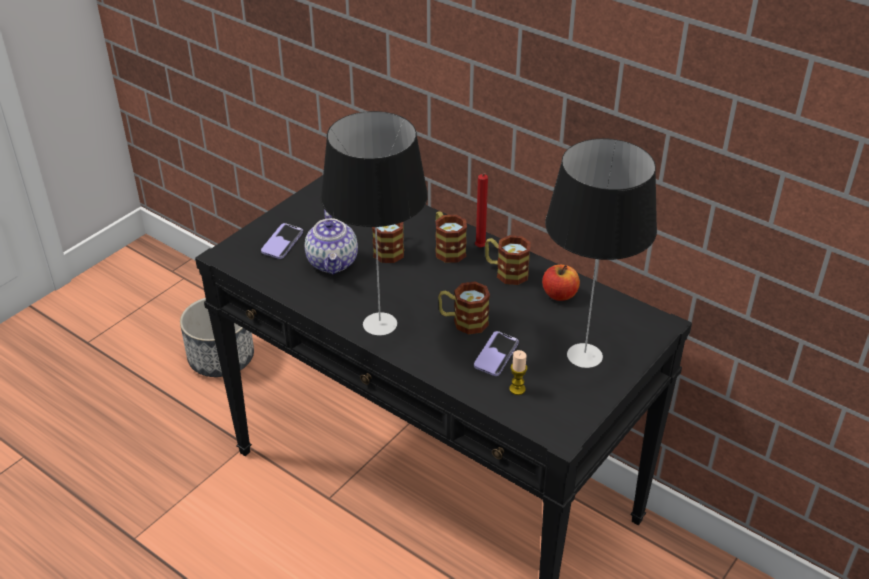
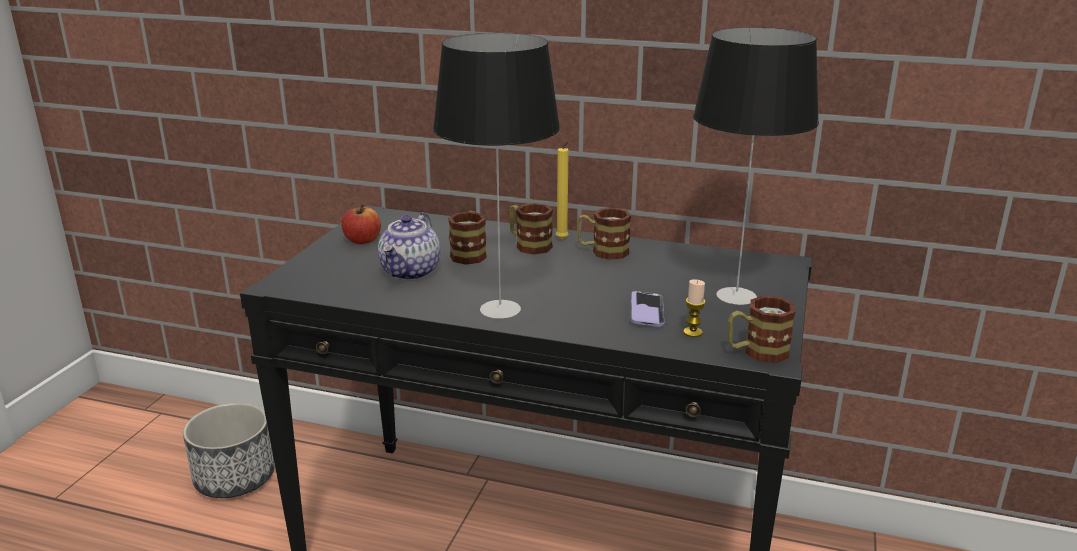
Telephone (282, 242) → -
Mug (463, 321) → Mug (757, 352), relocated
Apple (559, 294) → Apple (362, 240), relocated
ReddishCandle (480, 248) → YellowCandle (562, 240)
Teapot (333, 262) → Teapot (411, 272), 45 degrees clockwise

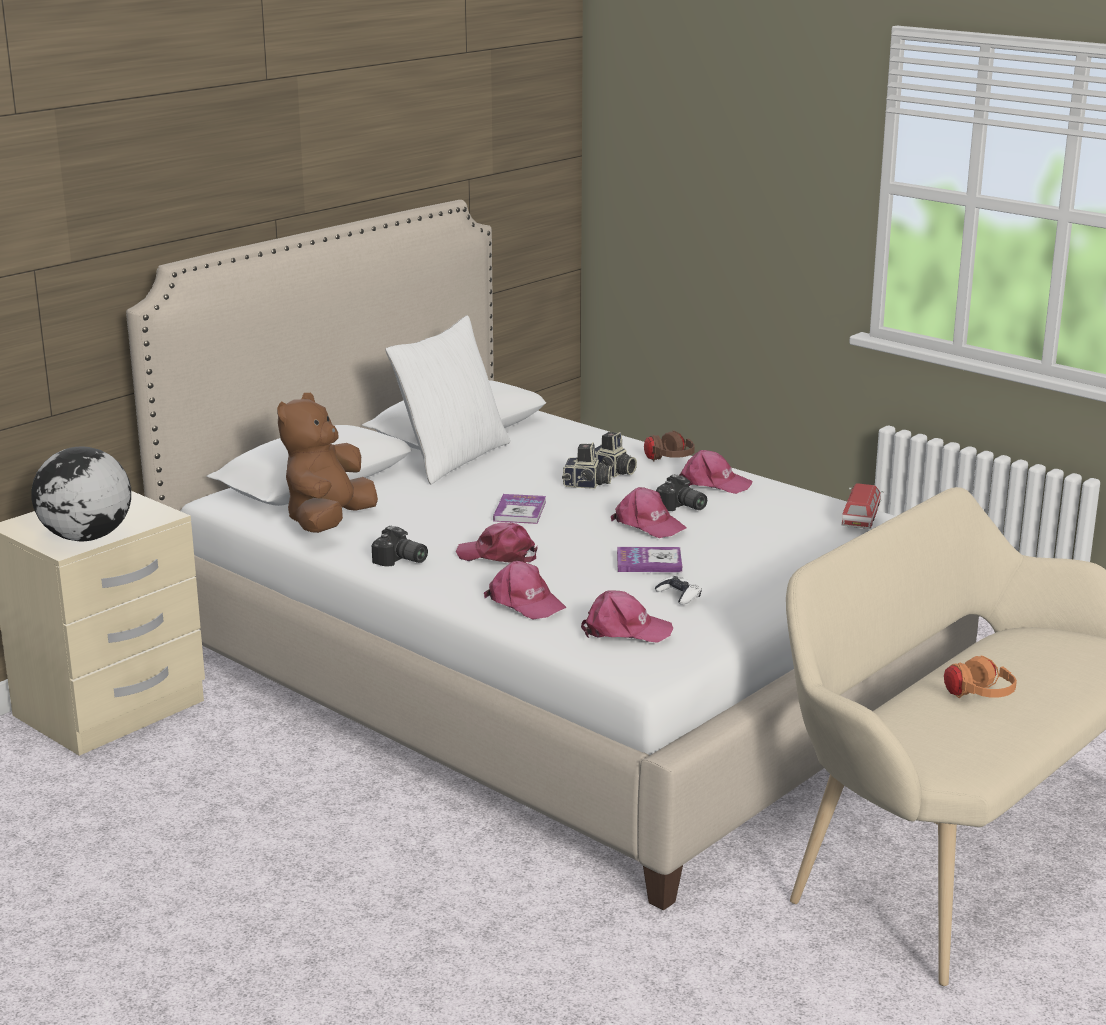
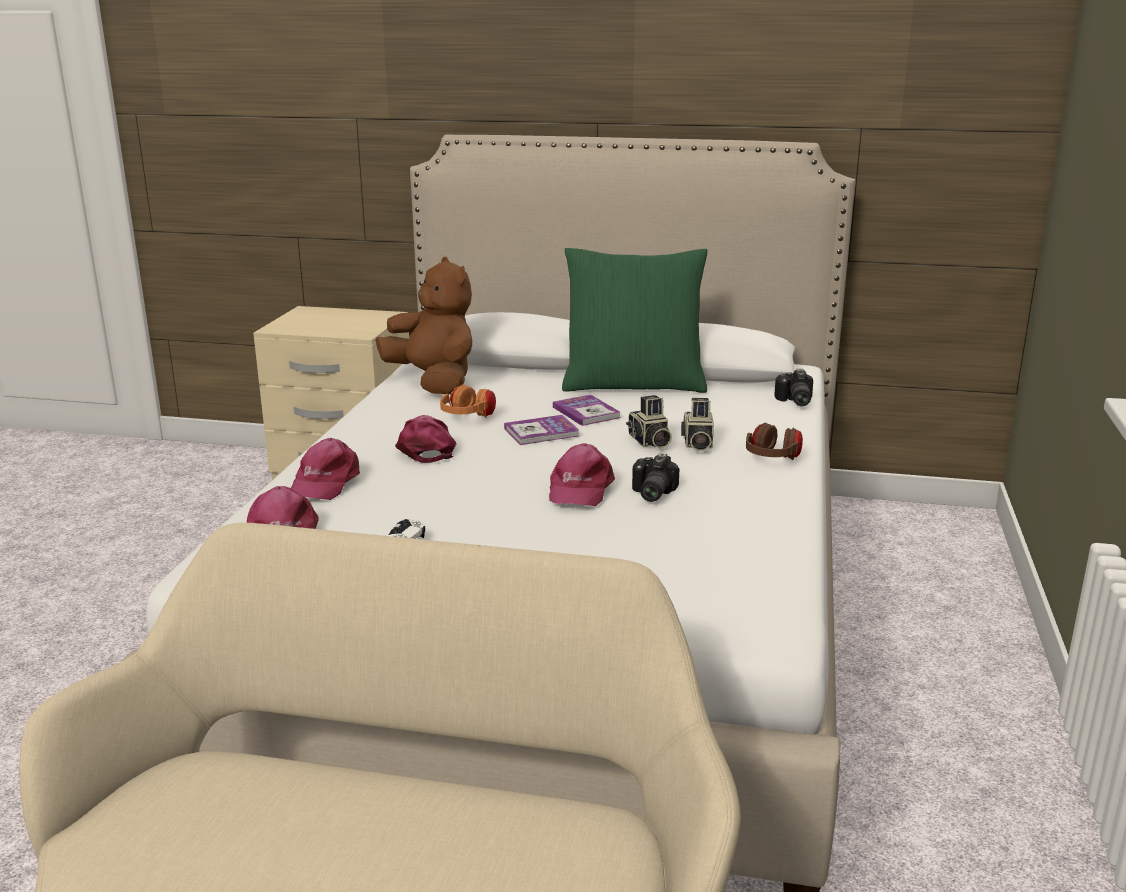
DeskGlobe (85, 538) → -
PinkishPeakedCap (713, 483) → -
MiniatureCar (861, 518) → -
PhotoCamera (400, 561) → PhotoCamera (794, 401), relocated
Volume (649, 562) → Volume (586, 412), relocated
OrangeColouredPairOfHeadphones (979, 697) → OrangeColouredPairOfHeadphones (467, 418), relocated
WhitishThrowPillow (452, 459) → GreenishThrowPillow (633, 384)
BrownCuddlyToy (328, 523) → BrownCuddlyToy (434, 382), 60 degrees clockwise

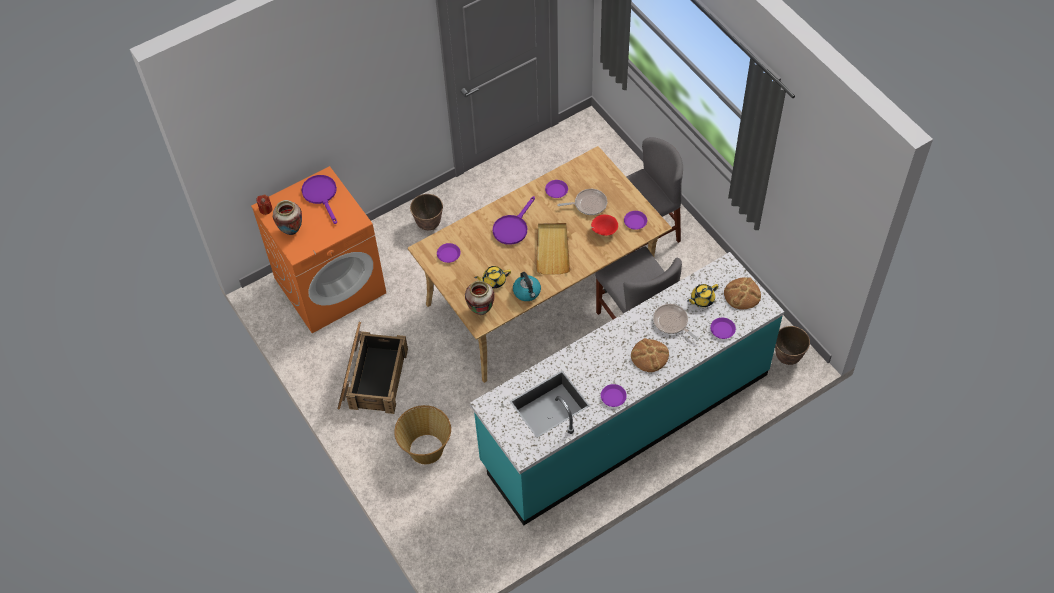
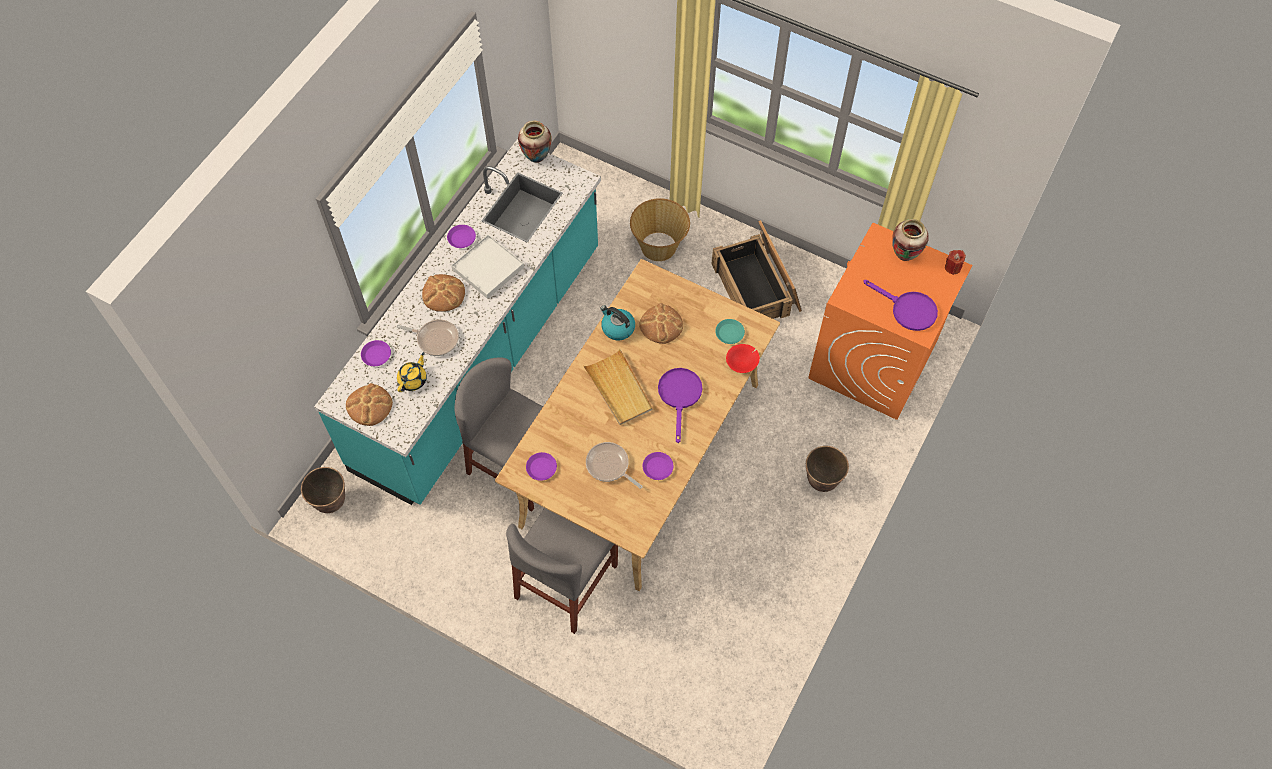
- → WhitishServingTray (488, 268)
Vase (481, 311) → Vase (536, 159), relocated
ReddishServingBowl (604, 230) → ReddishServingBowl (742, 364), relocated
YellowTeapot (493, 281) → BakeryBread (661, 325)
PurpleDinnerPlate (448, 254) → TurquoiseColouredDinnerPlate (730, 333)
Skillet (588, 204) → Skillet (609, 466), 75 degrees clockwise

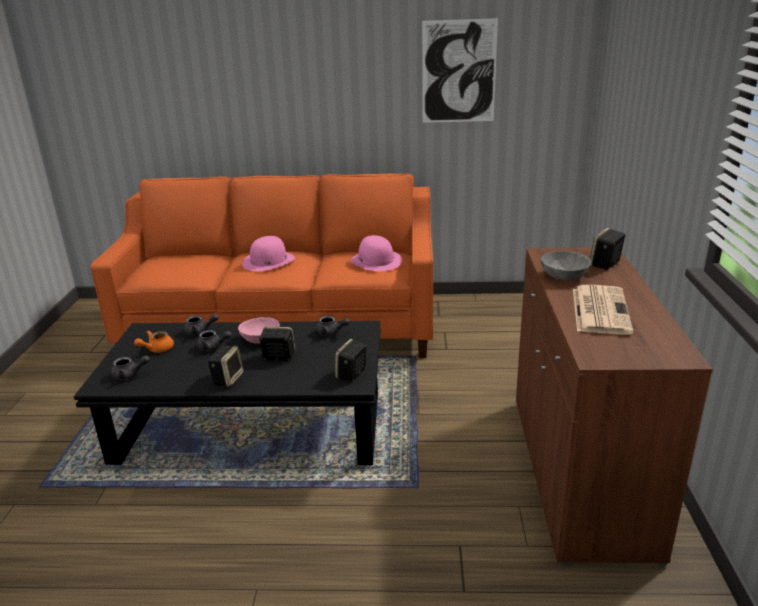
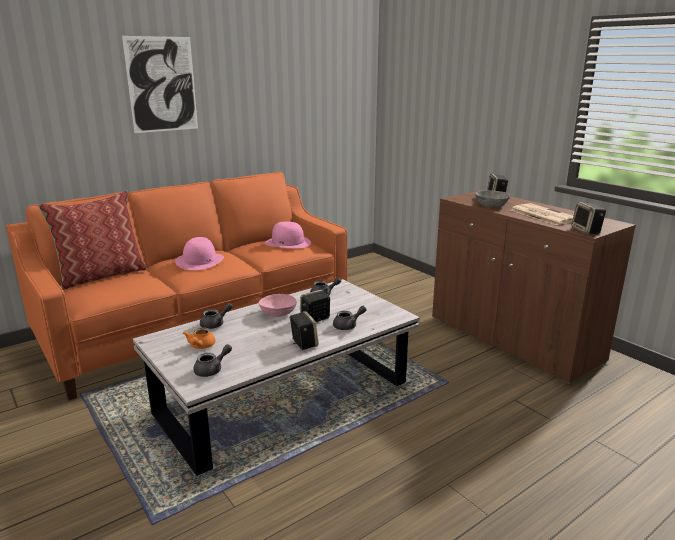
- → ThrowPillow (101, 276)
GreyishTeapot (213, 347) → GreyishTeapot (348, 326), relocated
AudioSpeaker (351, 374) → AudioSpeaker (586, 231), relocated
Picture (458, 72) → Picture (162, 84), relocated
BlackishCoffeeTable (251, 429) → WhitishCoffeeTable (285, 399)

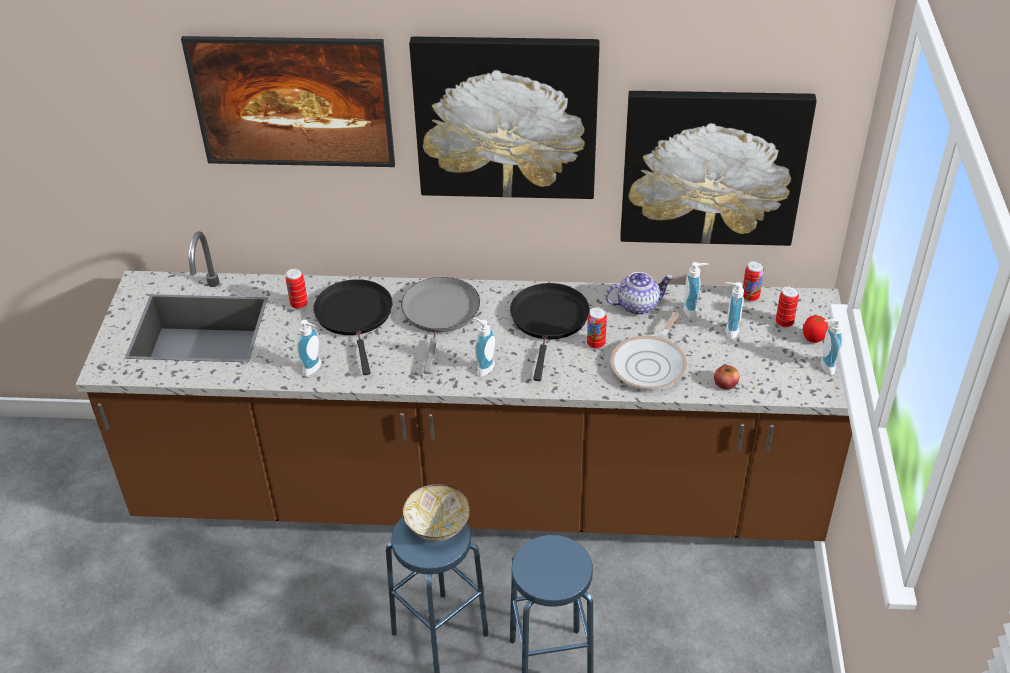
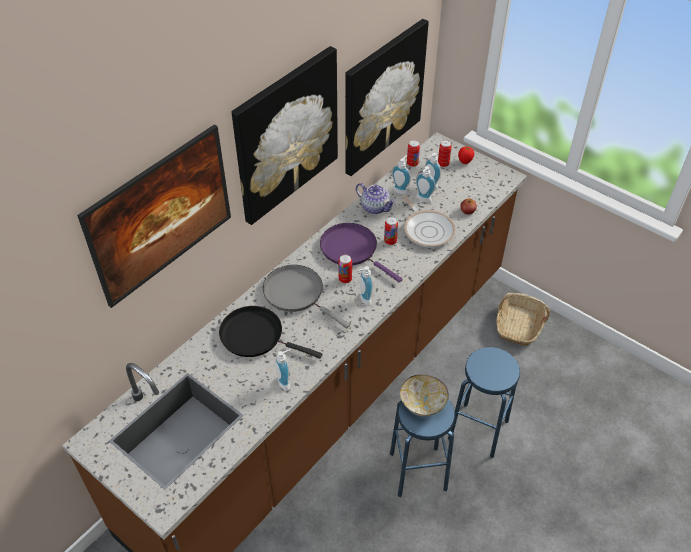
- → HouseholdBasket (518, 325)
SealedCan (299, 304) → SealedCan (345, 279), relocated
SoapBottle (824, 366) → SoapBottle (422, 200), relocated
BlackishSkillet (549, 320) → PurpleSkillet (352, 249)
Teapot (638, 305) → Teapot (375, 207), 105 degrees clockwise

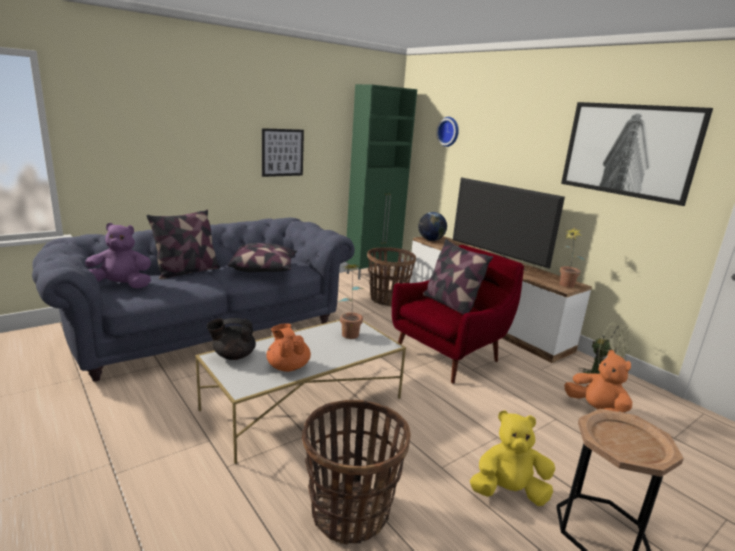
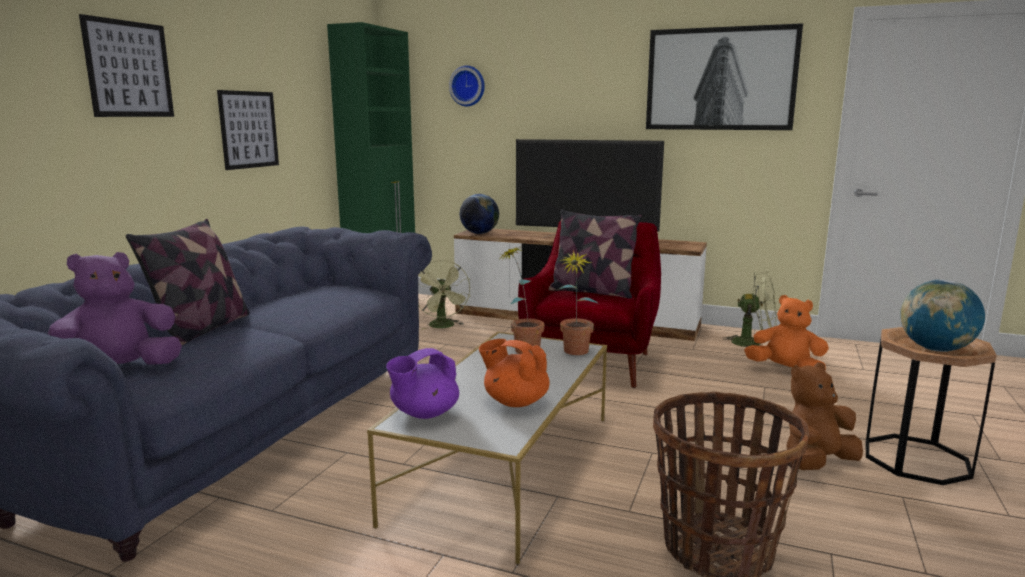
ThrowPillow (264, 269) → -
- → Picture (129, 69)
- → DeskGlobe (935, 349)
Houseplant (564, 286) → Houseplant (574, 353), relocated
HouseholdBasket (387, 299) → GreenishElectricFan (443, 326)
BlackishTeapot (233, 356) → PurpleTeapot (424, 413)
YellowCuddlyToy (508, 492) → BrownCuddlyToy (817, 462)

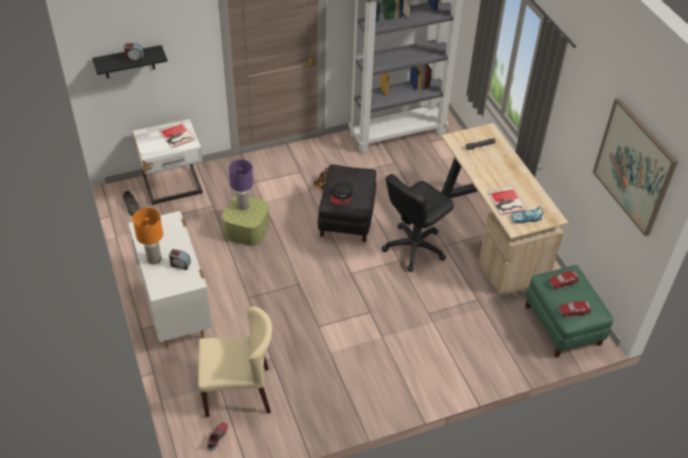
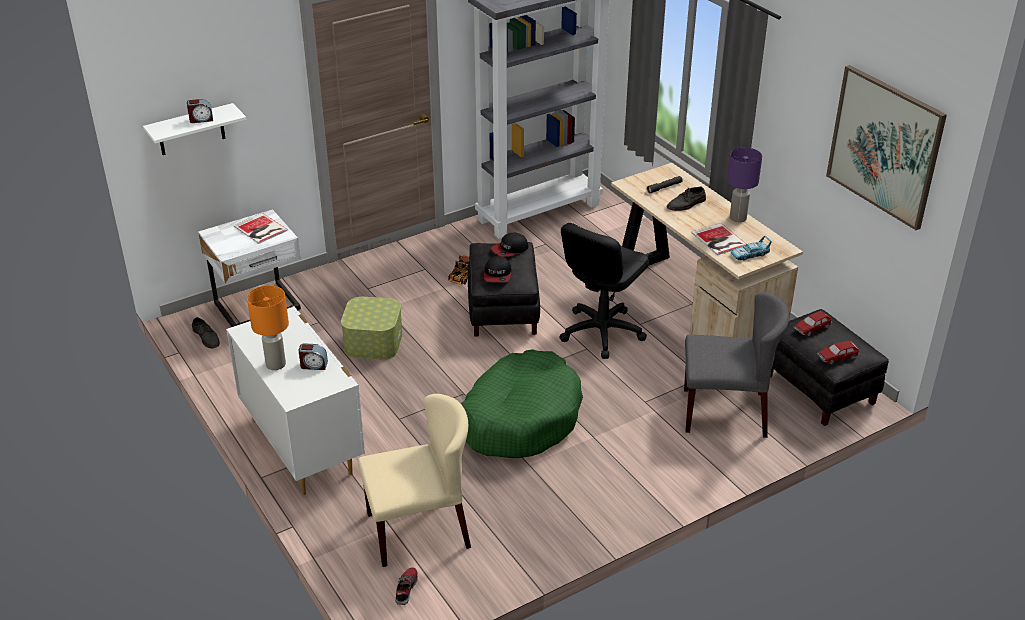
- → GreenishDogCushion (520, 418)
- → PeakedCap (510, 249)
- → GreyishItemOfFootwear (686, 204)
- → GreyishPlainChair (725, 412)
PurpleLampForATable (243, 206) → PurpleLampForATable (738, 218), relocated
BlackishShelf (129, 62) → WhitishShelf (191, 130)
GreenishOttoman (563, 325) → BlackishOttoman (820, 389)

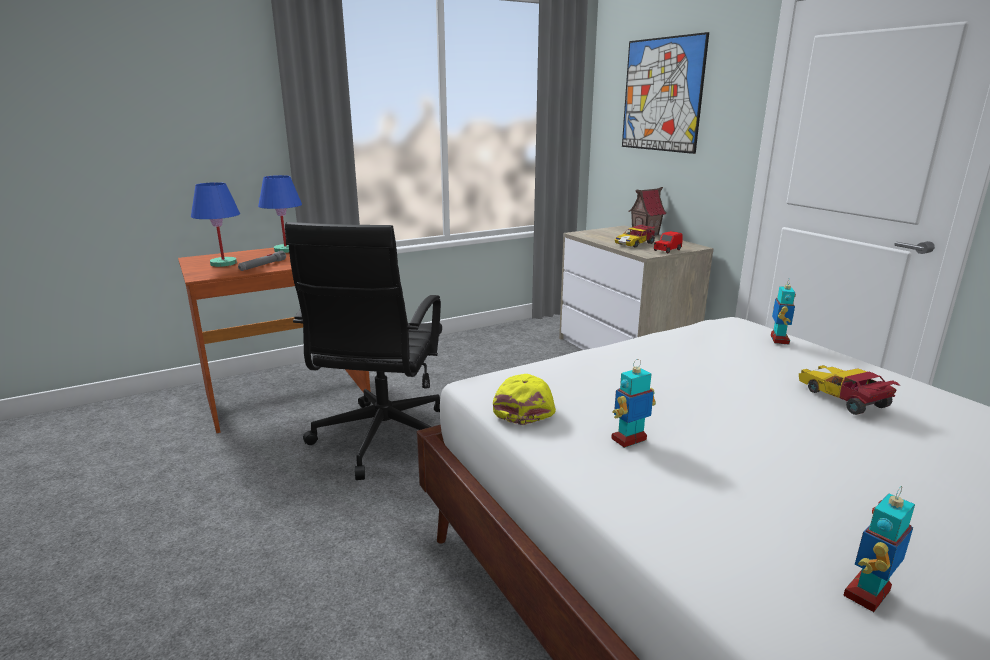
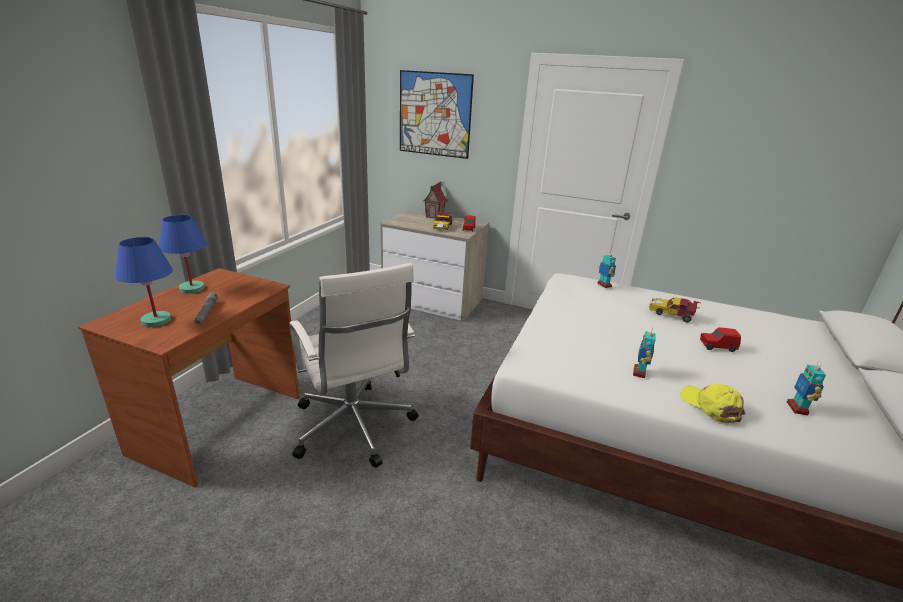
- → ReddishMiniatureCar (717, 347)
YellowPeakedCap (525, 407) → YellowPeakedCap (711, 406), relocated
BlackishComputerChair (382, 440) → WhitishComputerChair (354, 428)

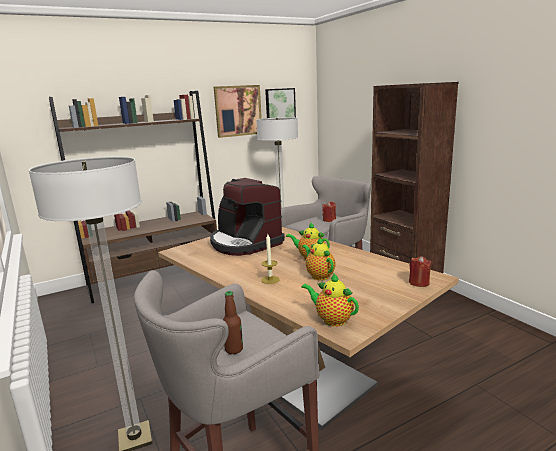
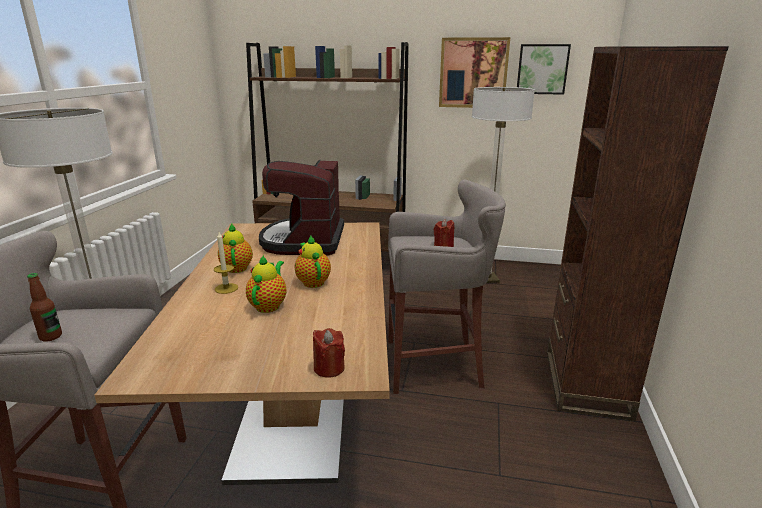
Teapot (332, 320) → Teapot (237, 267), relocated

